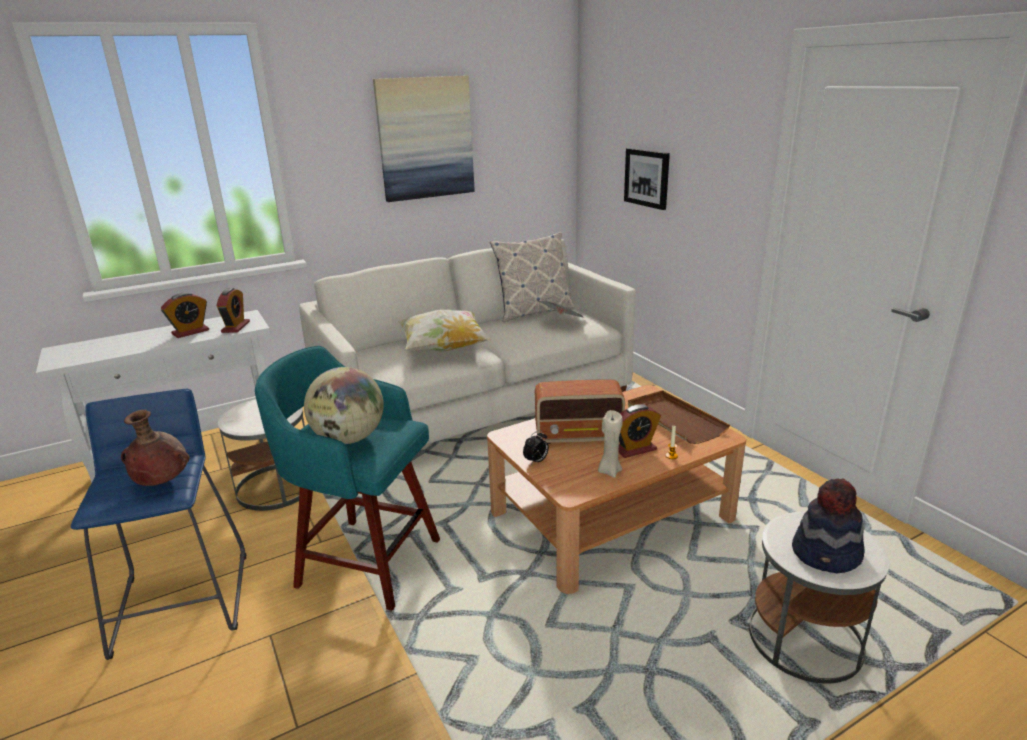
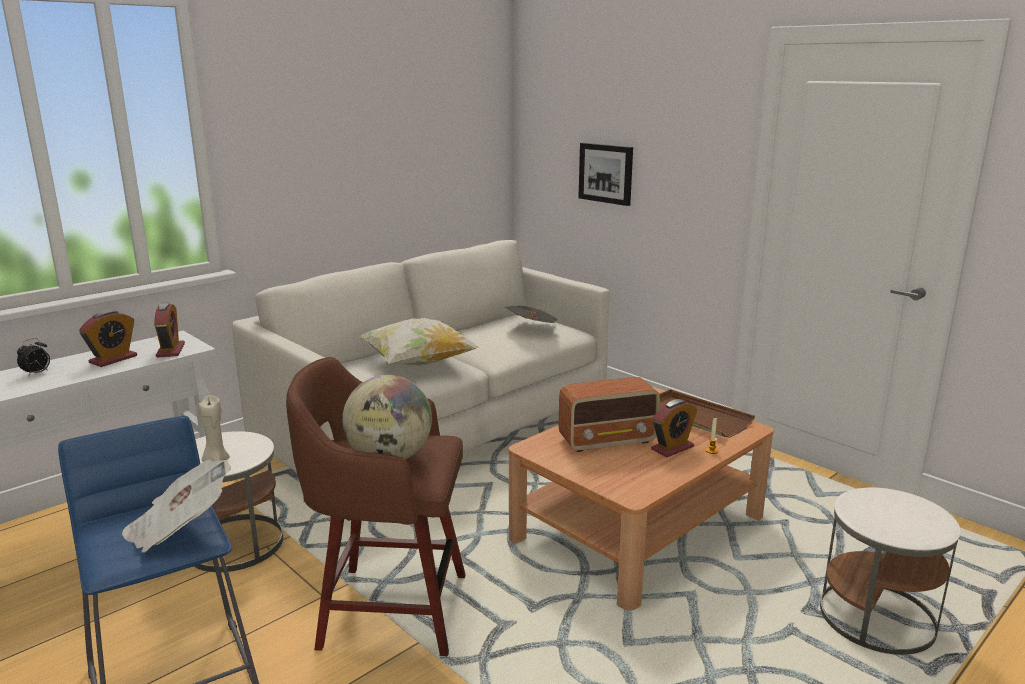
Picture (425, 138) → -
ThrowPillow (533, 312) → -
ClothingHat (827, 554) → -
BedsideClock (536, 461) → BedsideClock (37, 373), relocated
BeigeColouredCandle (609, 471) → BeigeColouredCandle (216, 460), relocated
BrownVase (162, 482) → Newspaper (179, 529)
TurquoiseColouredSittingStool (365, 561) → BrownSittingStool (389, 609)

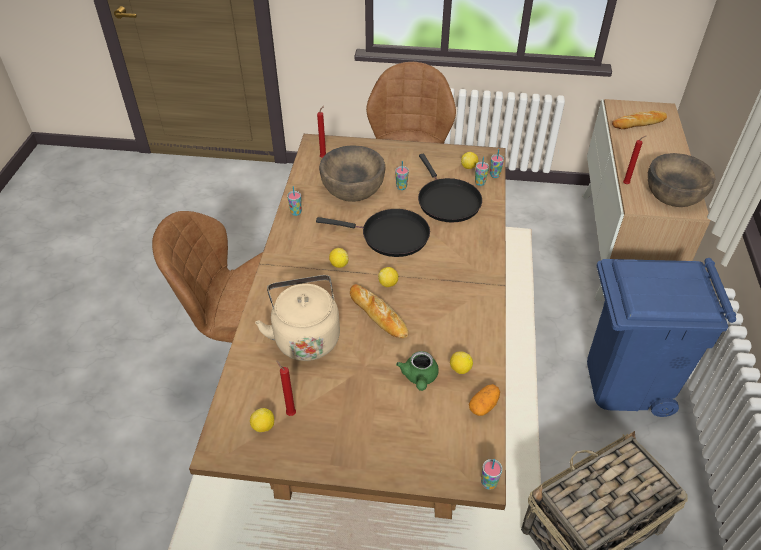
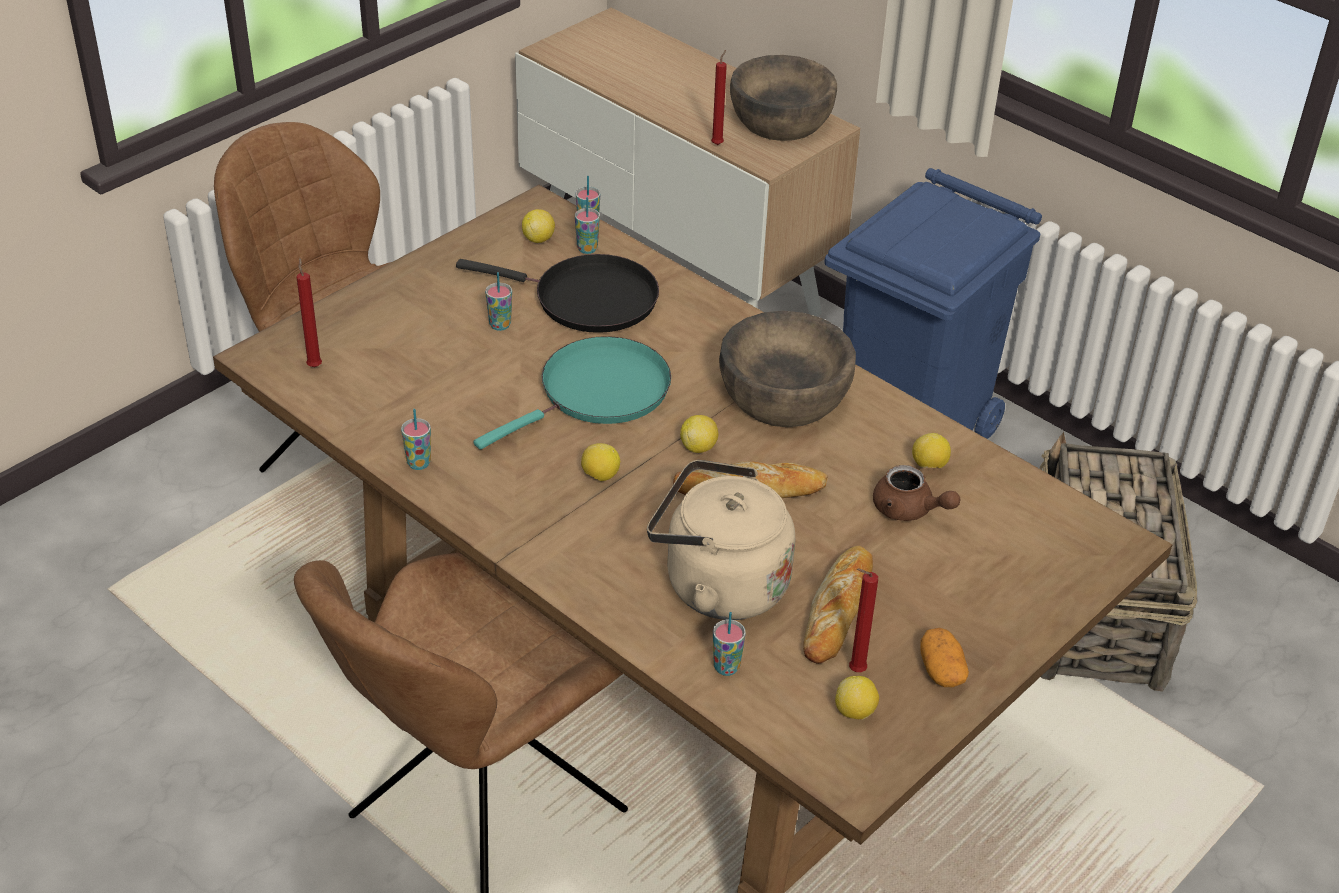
BrownServingBowl (352, 186) → BrownServingBowl (784, 396), relocated
Potato (484, 405) → Potato (941, 670), relocated
Cup (488, 483) → Cup (726, 667), relocated
BakeryBread (639, 123) → BakeryBread (838, 609), relocated
BlackishSkillet (390, 236) → TurquoiseColouredSkillet (598, 393)
GreenishTeapot (419, 378) → BrownTeapot (909, 510)

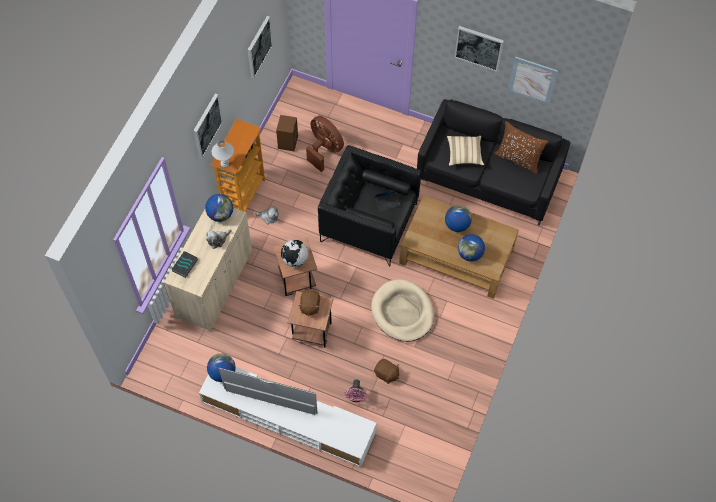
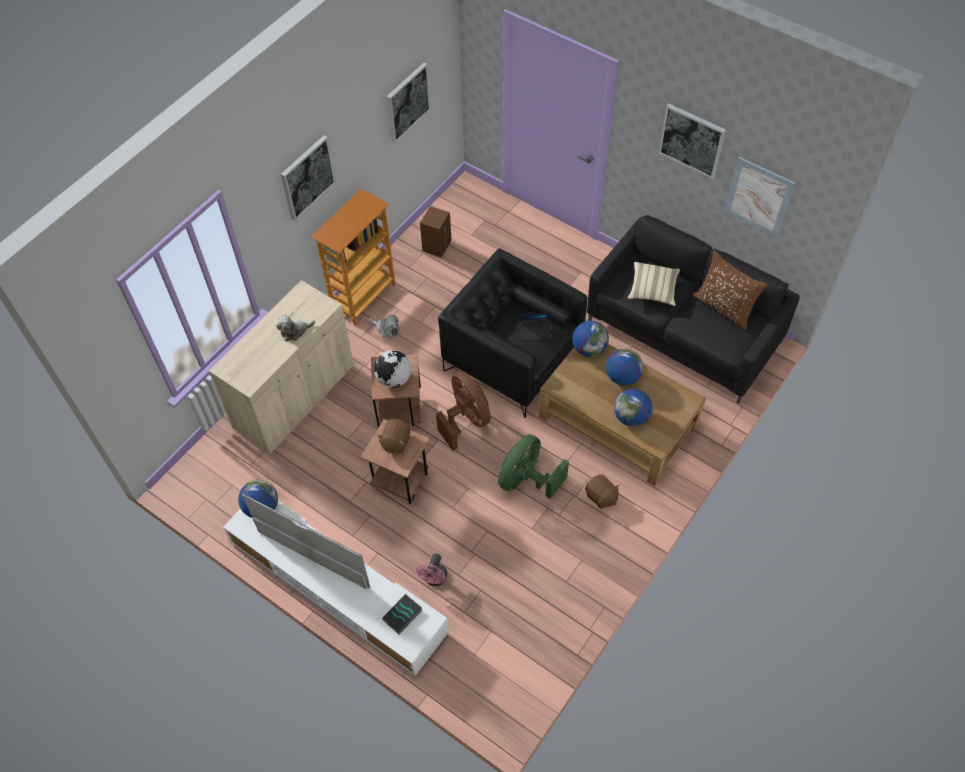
WhitishLampForATable (225, 163) → -
Volume (185, 266) → Volume (402, 616), relocated
DeskGlobe (220, 214) → DeskGlobe (589, 349), relocated
BrownElectricFan (324, 150) → BrownElectricFan (466, 420), relocated
BrownCuddlyToy (386, 374) → BrownCuddlyToy (601, 497), relocated
BeigeColouredDogCushion (402, 312) → GreenishElectricFan (527, 480)

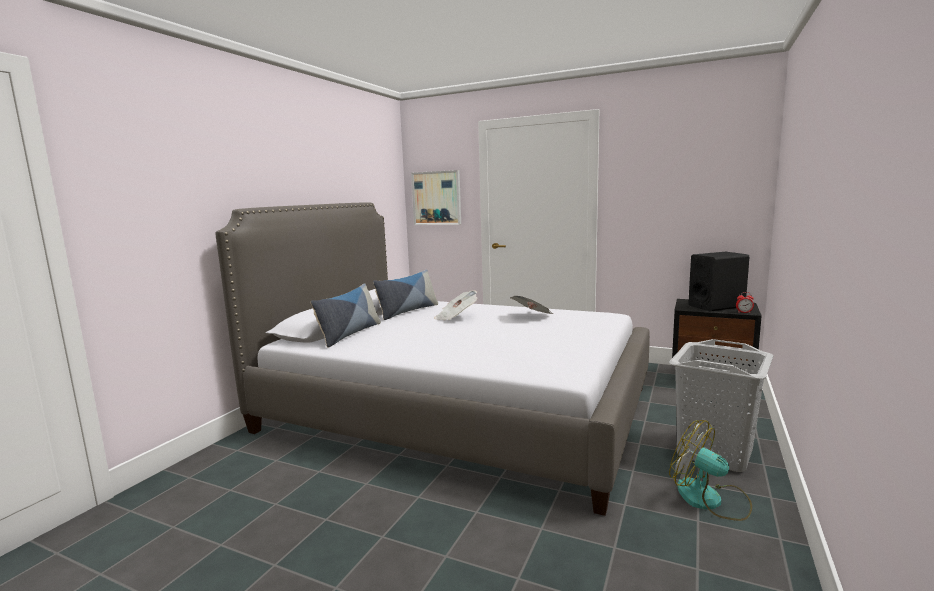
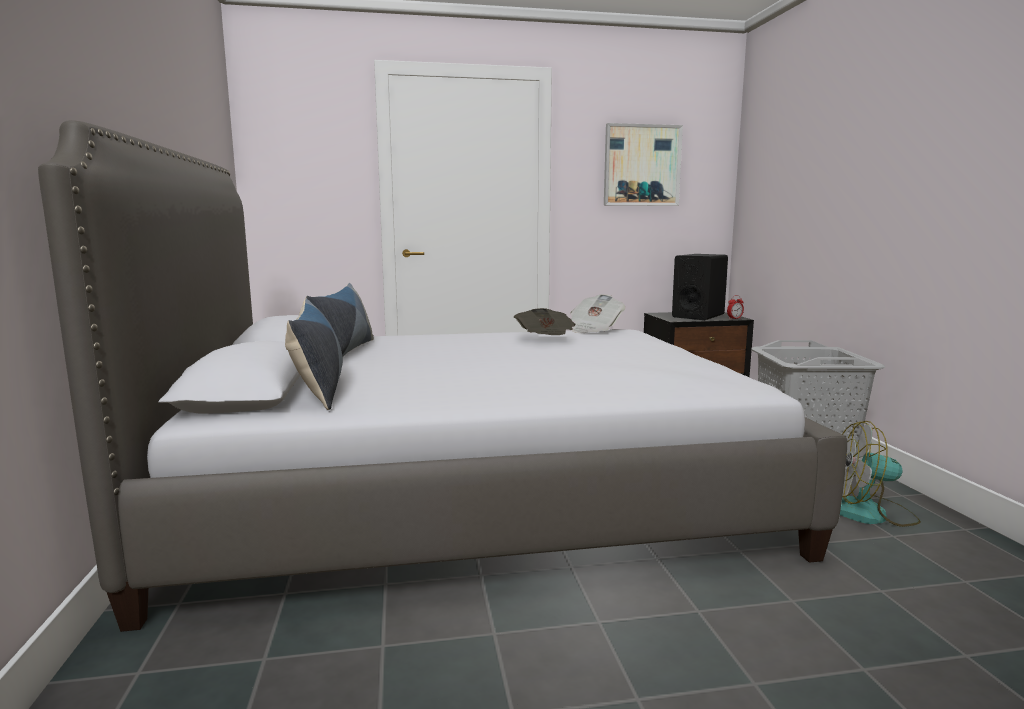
Picture (436, 198) → Picture (641, 165), relocated
Newspaper (456, 317) → Newspaper (594, 329), relocated

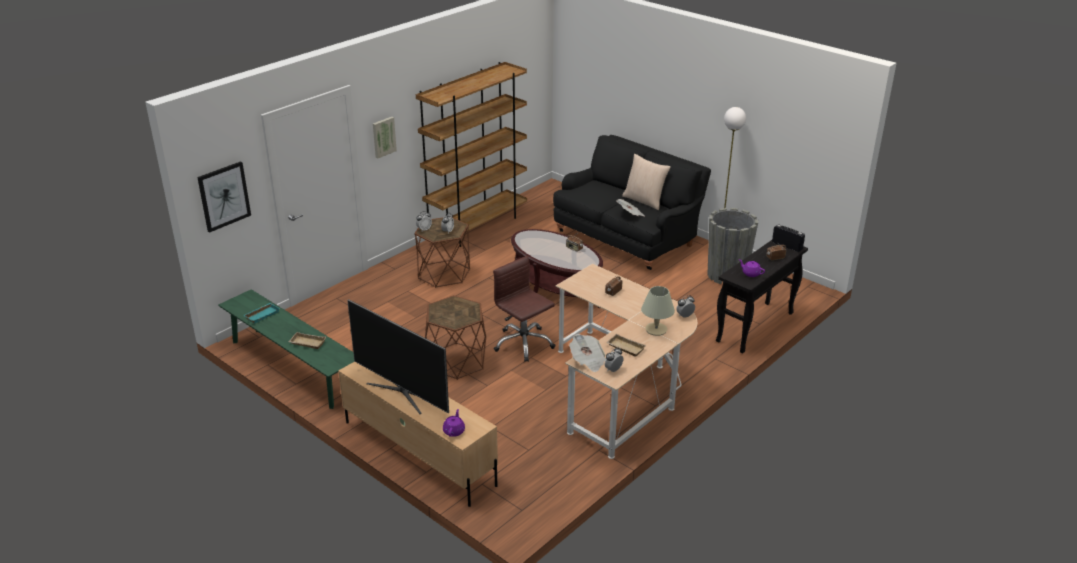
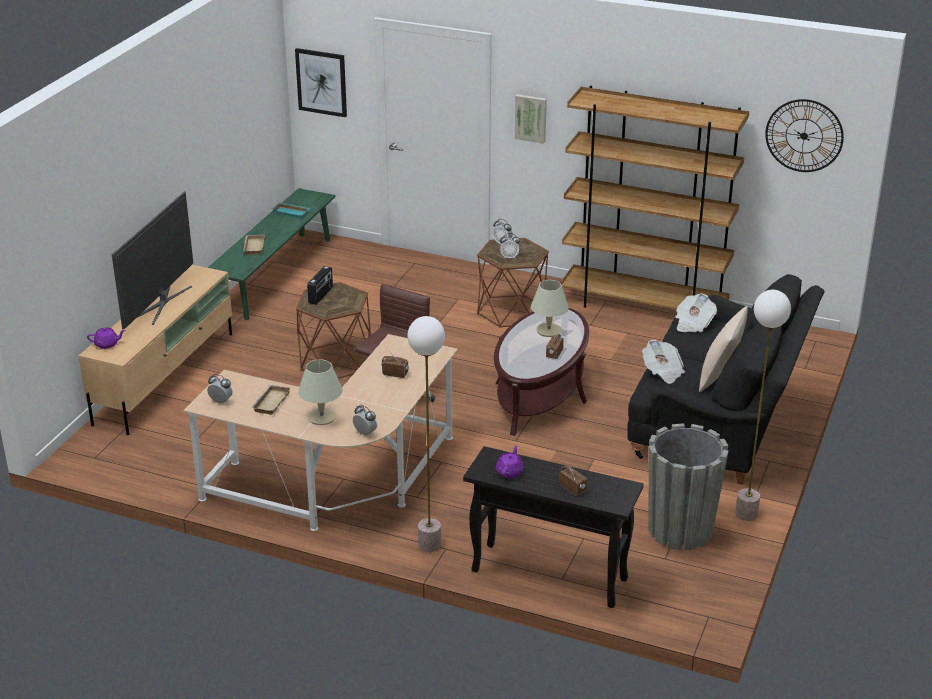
- → FloorLamp (429, 544)
- → BeigeColouredLampForATable (548, 331)
- → HangingClock (804, 135)
Newspaper (588, 361) → Newspaper (693, 324), relocated
RadioReceiver (787, 246) → RadioReceiver (321, 295), relocated

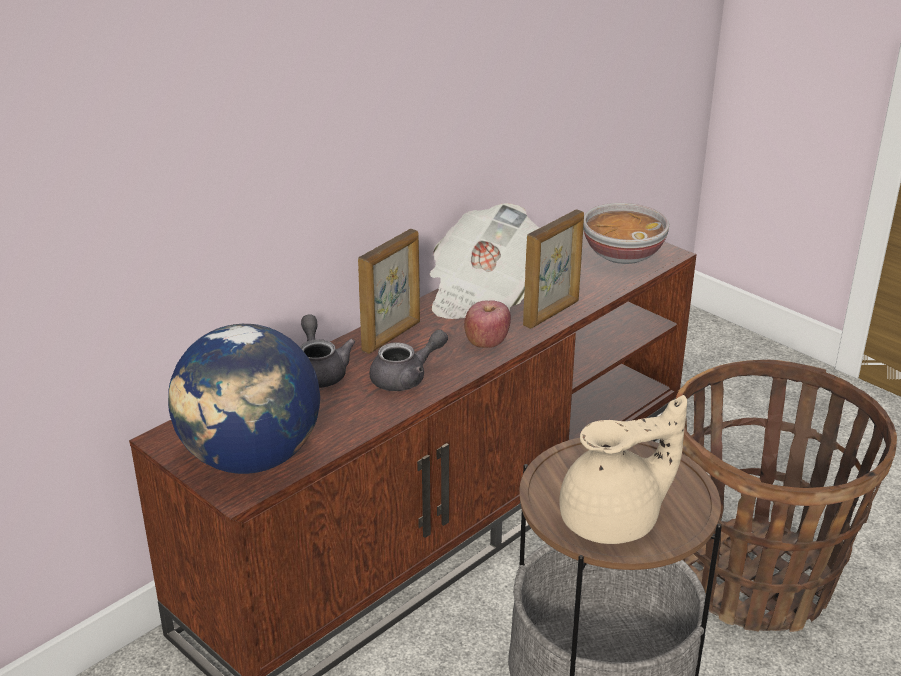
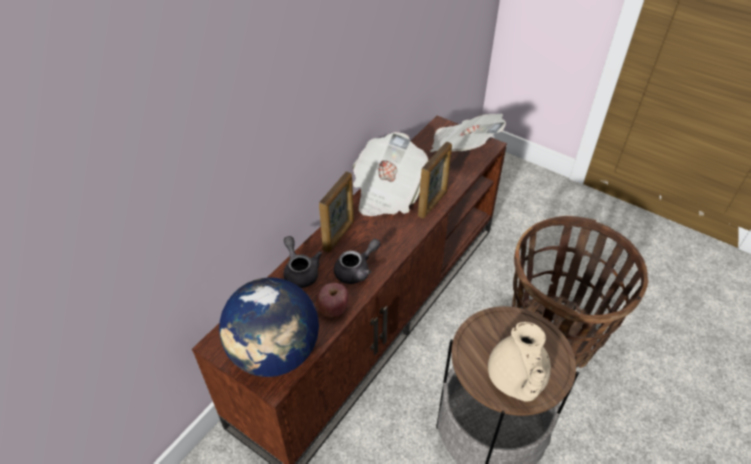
Apple (487, 342) → Apple (333, 309), relocated
ServingBowl (622, 253) → Newspaper (463, 148)
BeigeColouredTeapot (614, 521) → BeigeColouredTeapot (516, 379), 120 degrees clockwise

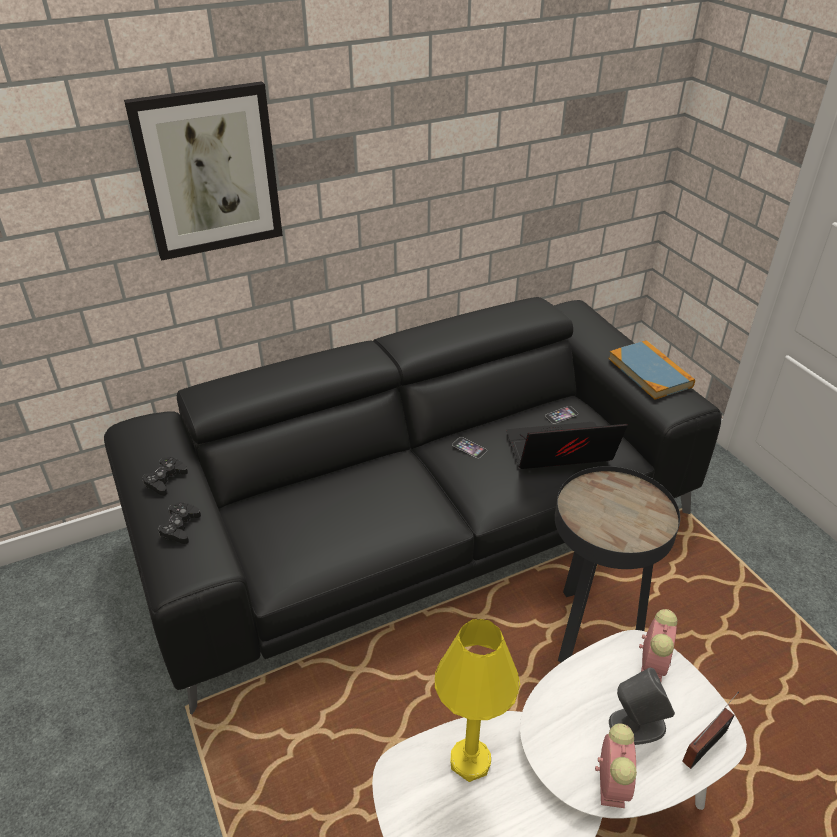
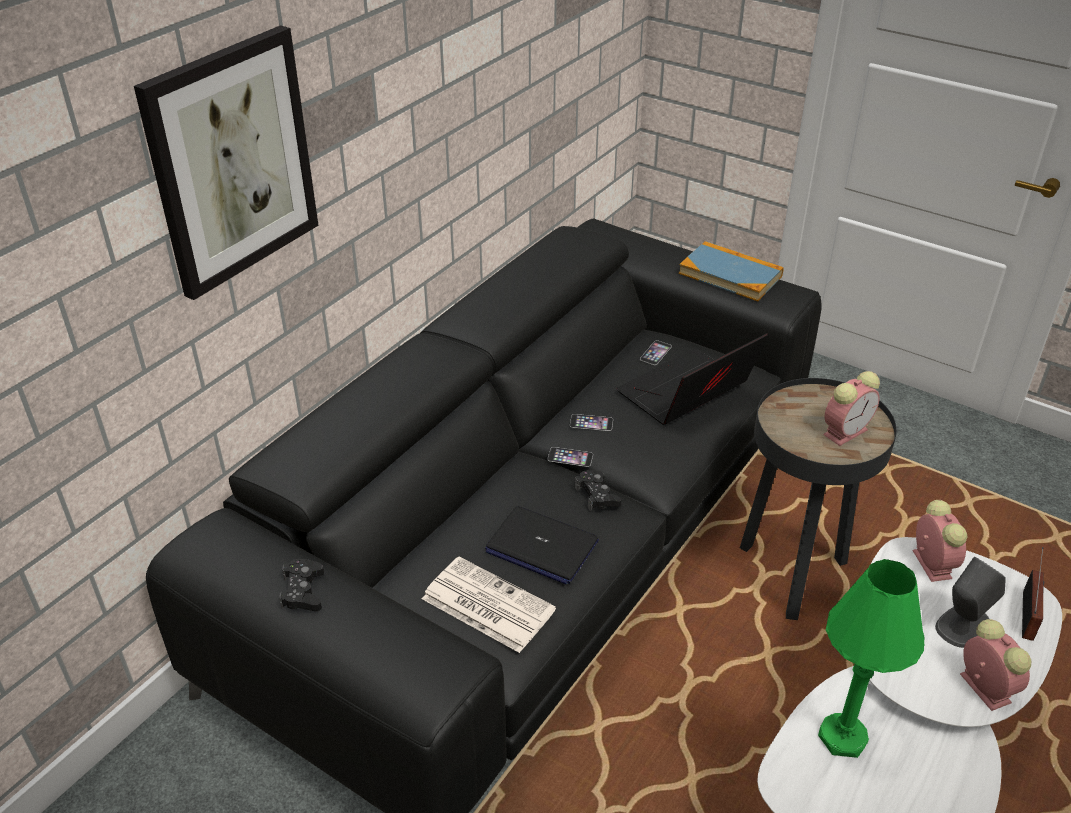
- → Newspaper (486, 604)
- → PortableComputer (541, 546)
- → Telephone (570, 457)
- → BedsideClock (846, 431)
BlackishJoypad (180, 527) → BlackishJoypad (597, 495), relocated
YellowLampForATable (470, 761) → GreenishLampForATable (842, 738)

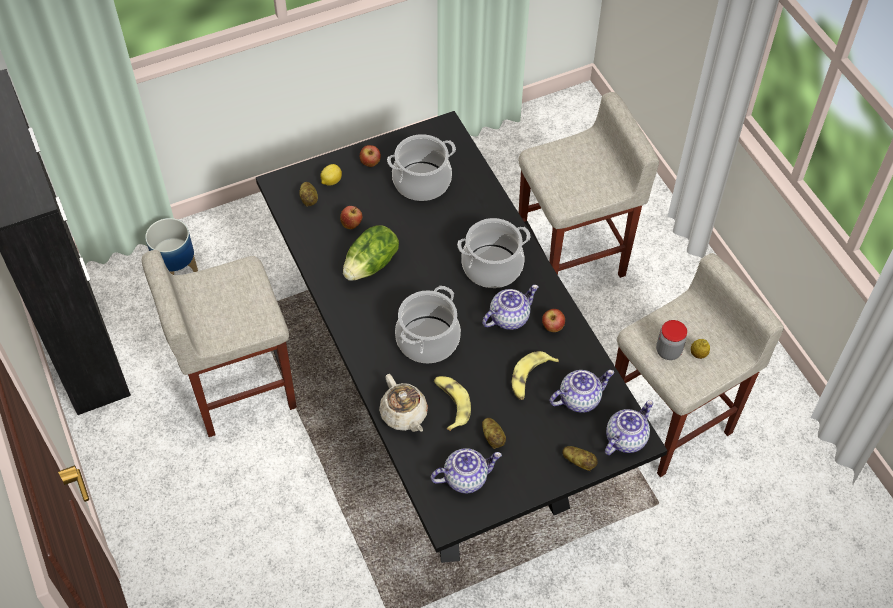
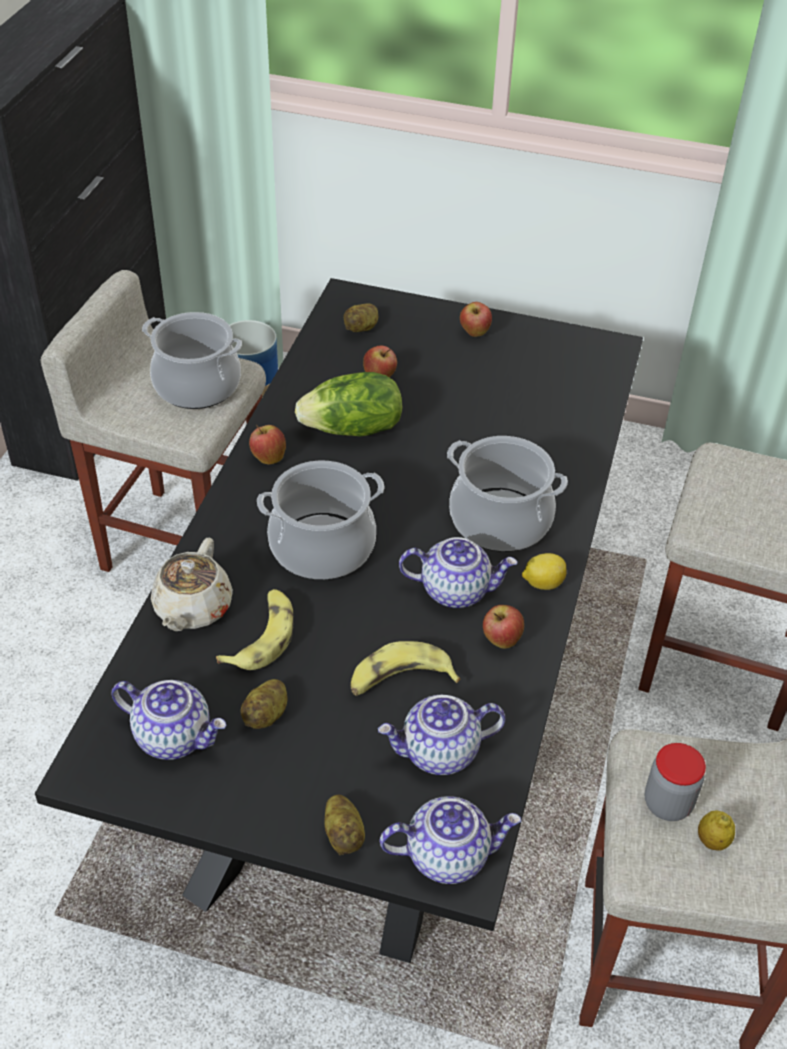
- → Apple (268, 458)
WholeLemon (331, 181) → WholeLemon (542, 583), relocated
Stockpot (422, 181) → Stockpot (197, 385), relocated
Teapot (579, 398) → Teapot (439, 753), 150 degrees clockwise

